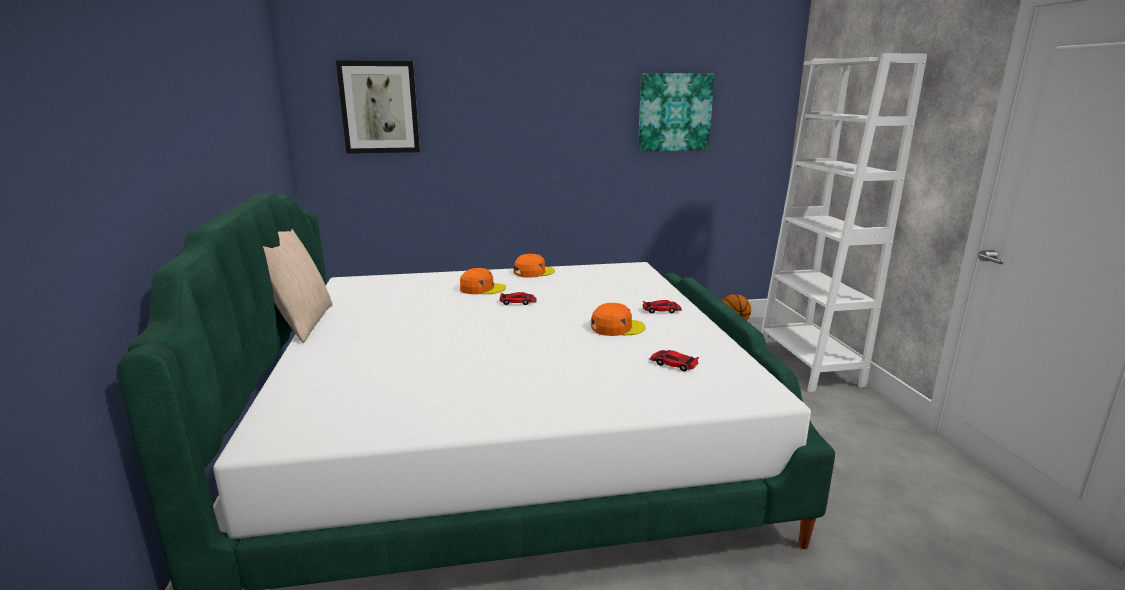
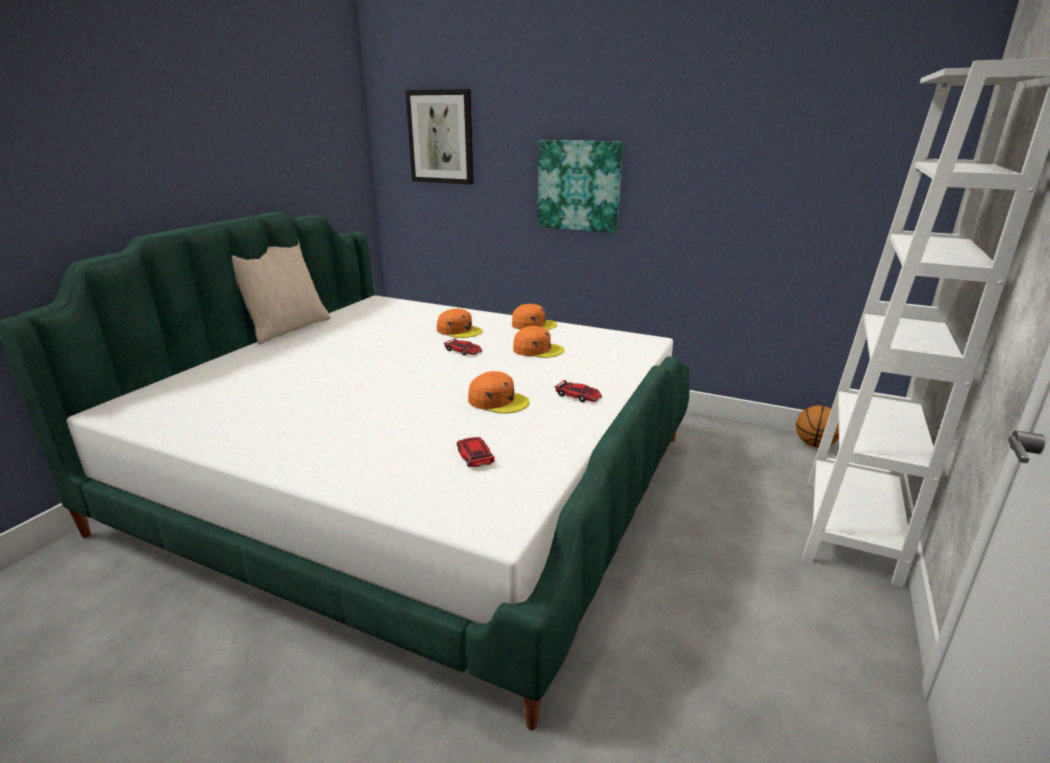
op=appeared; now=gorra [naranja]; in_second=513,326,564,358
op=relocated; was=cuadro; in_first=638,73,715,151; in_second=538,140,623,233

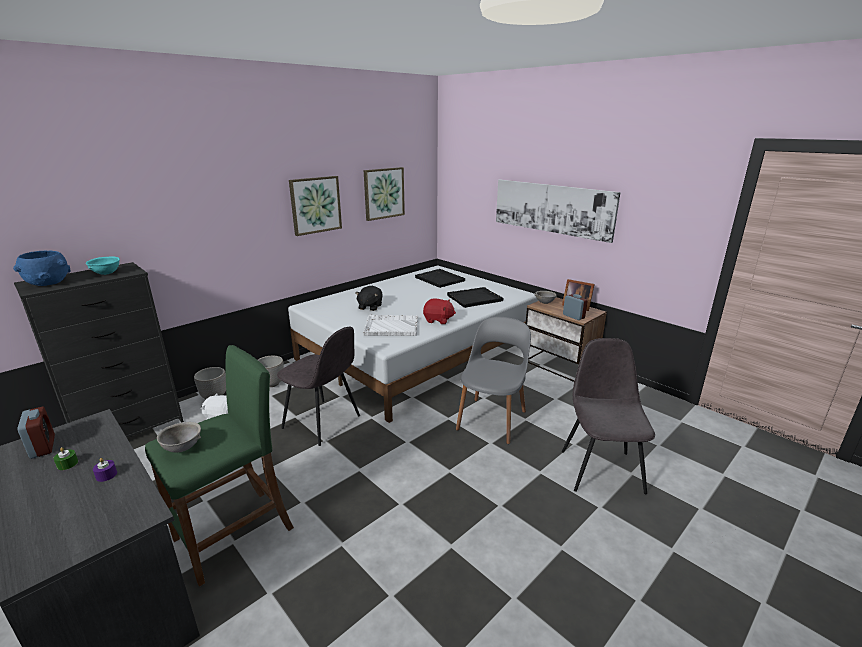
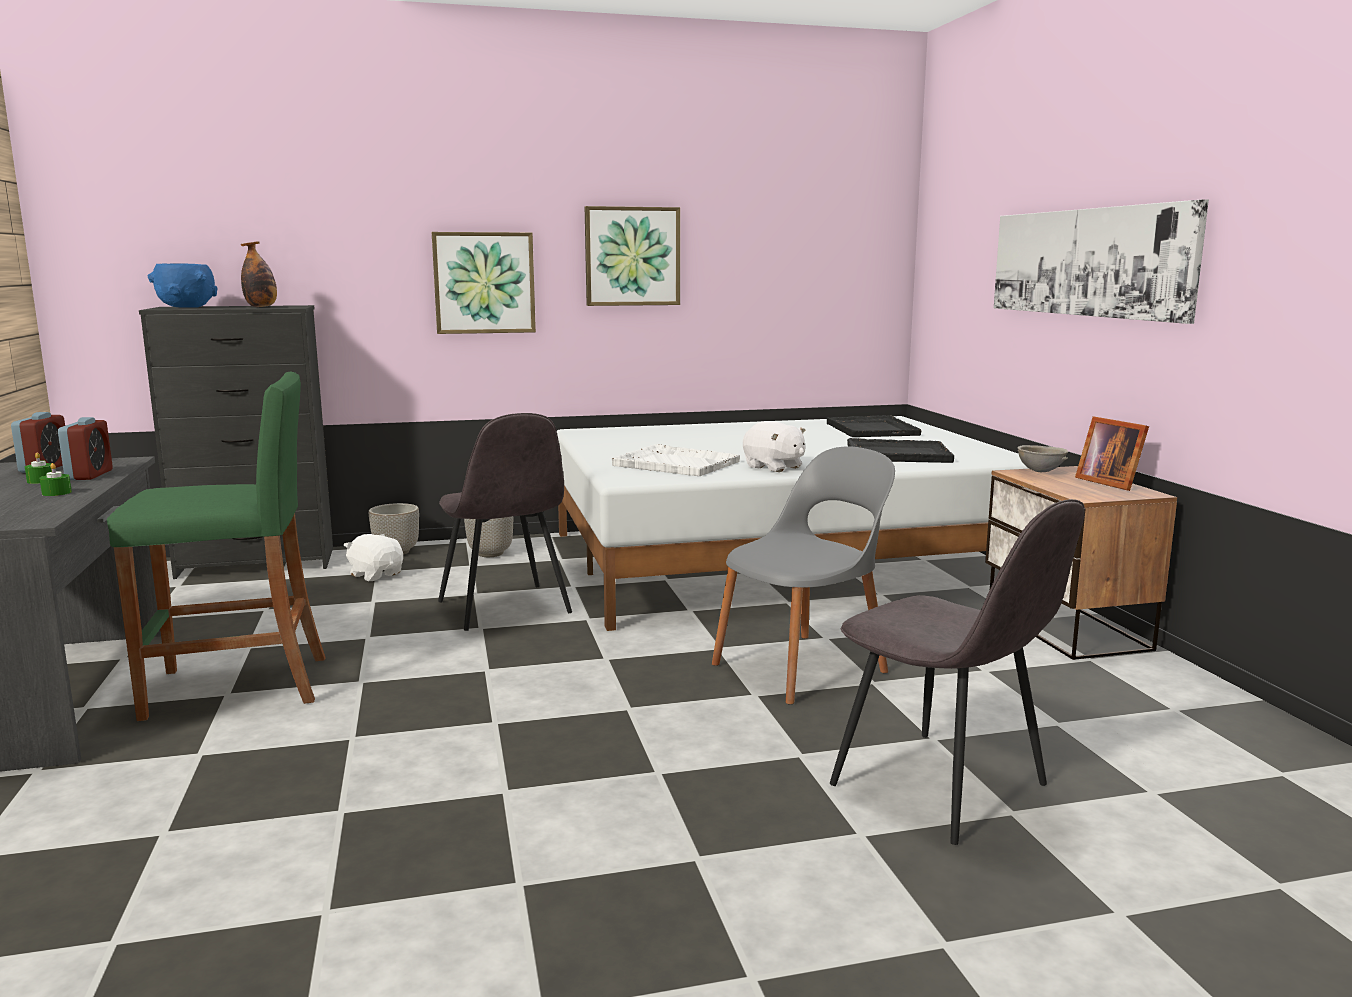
op=colour; was=vela [morado]; now=vela [verde]; in_first=93,458,117,482; in_second=40,463,72,496
op=relocated; was=despertador; in_first=563,294,587,320; in_second=58,417,113,480
op=exchanged; was=cuenco [turquesa]; now=botella; in_first=86,256,120,275; in_second=241,241,277,307
op=relocated; was=cuadro; in_first=364,167,405,221; in_second=432,232,536,334
op=colour; was=peluche [rojo]; now=peluche [blanco]; in_first=423,299,456,324; in_second=743,421,805,472
op=spun; was=silla [gris]; in_first=562,338,655,494; in_second=830,499,1085,845; clockwise=105
op=missing; was=cuenco [gris]; in_first=157,422,201,453
op=missing; was=peluche [negro]; in_first=355,286,383,311

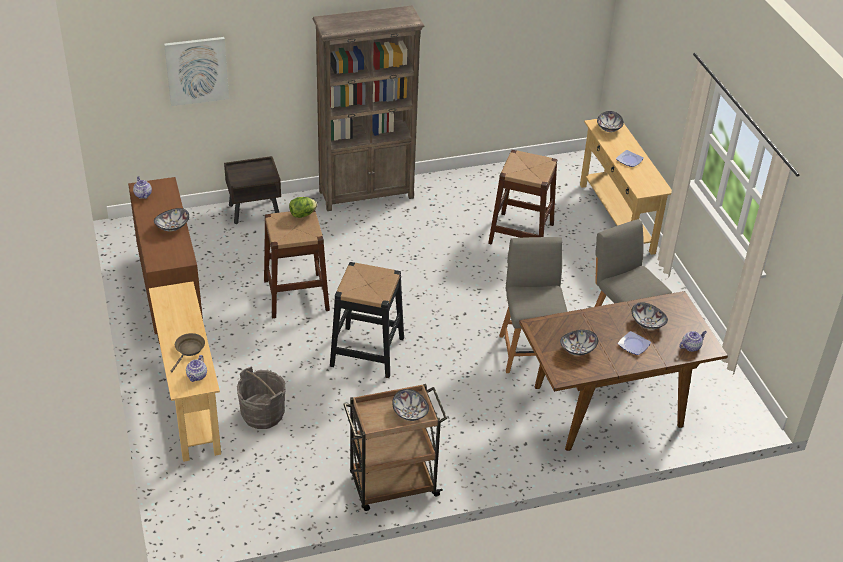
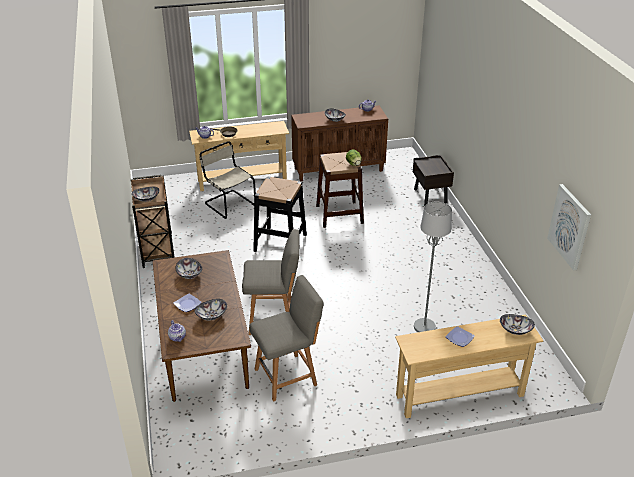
op=exchanged; was=cubo [gris]; now=silla [beis]; in_first=237,366,286,429; in_second=199,141,256,219
op=exchanged; was=taburete [marrón]; now=lámpara de pie [gris]; in_first=488,150,557,244; in_second=414,202,452,332
op=relocated; was=cuadro; in_first=164,37,229,106; in_second=547,184,591,271
op=missing; was=estantería [marrón]; in_first=313,6,424,211

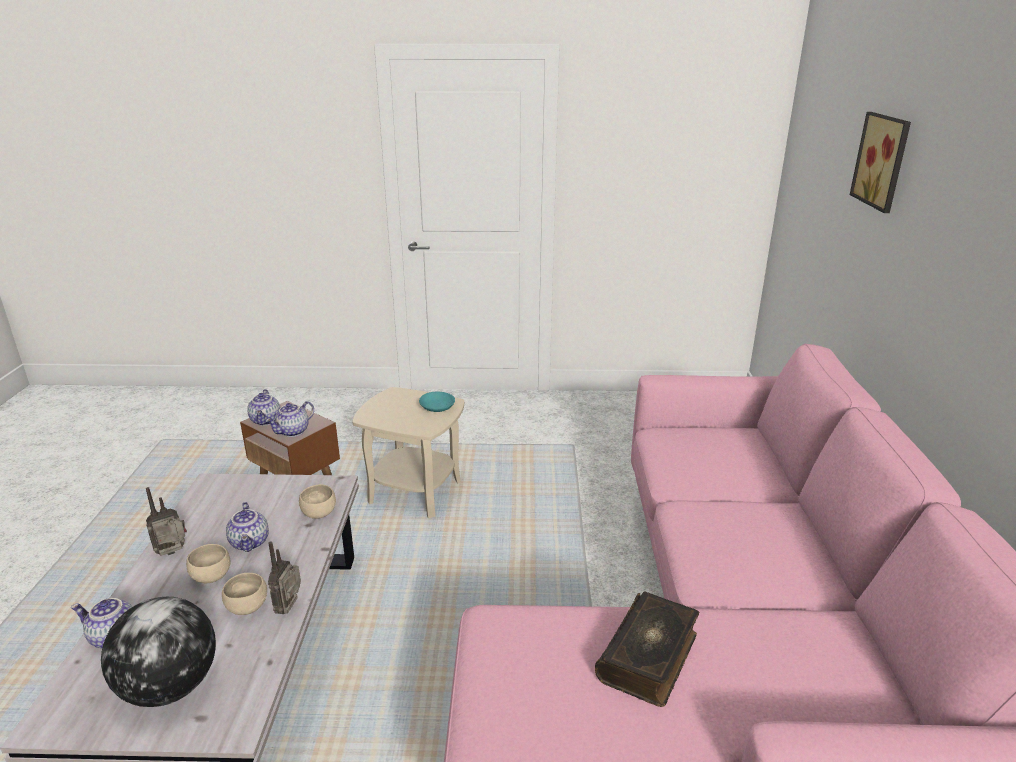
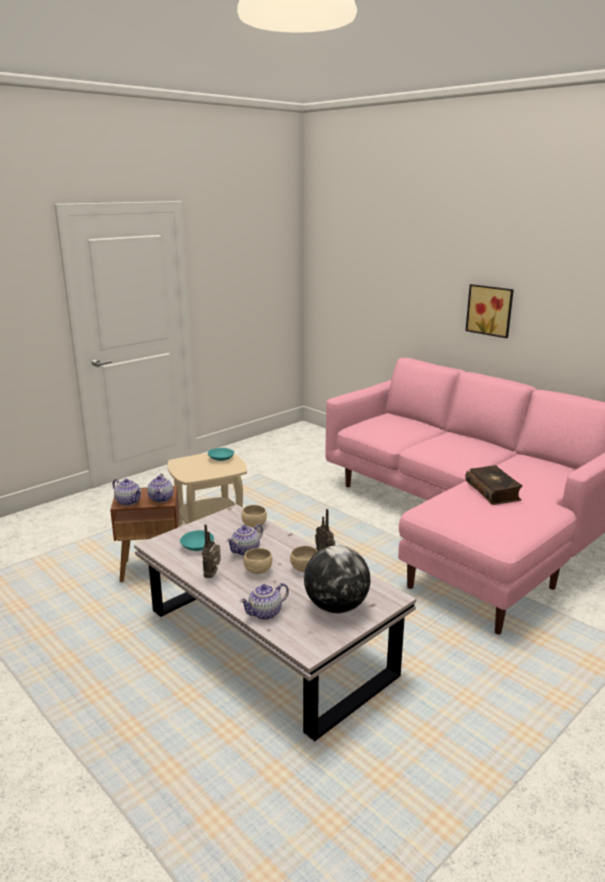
op=appeared; now=cuenco [turquesa]; in_second=180,530,214,551
op=spun; was=tetera; in_first=226,502,269,552; in_second=226,524,263,556; clockwise=105
op=relocated; was=cuadro; in_first=850,112,911,213; in_second=465,284,514,338

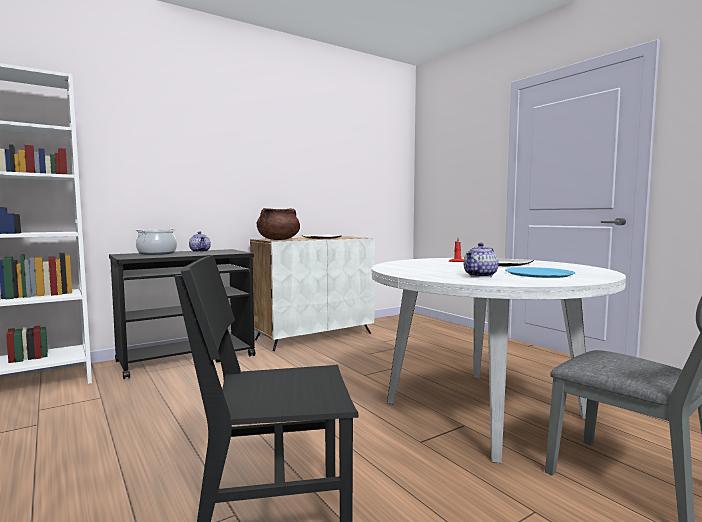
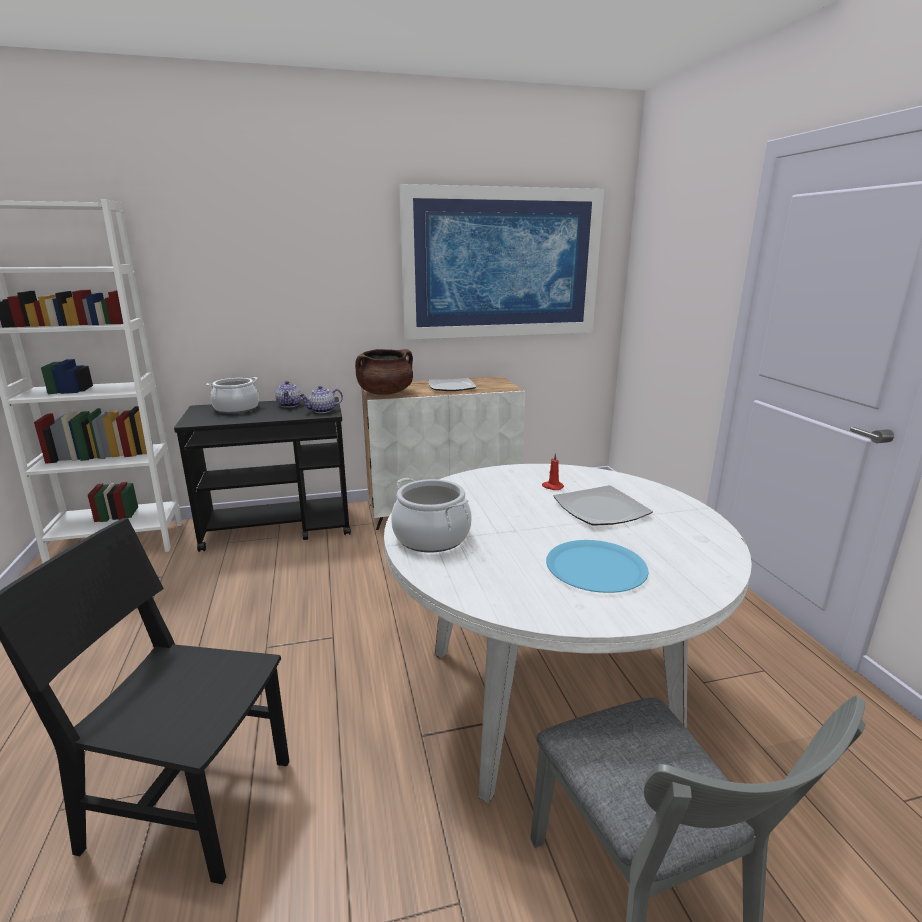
op=relocated; was=tetera; in_first=463,243,499,277; in_second=299,386,343,413
op=appeared; now=olla; in_second=391,478,472,553
op=appeared; now=cuadro; in_second=399,184,604,340

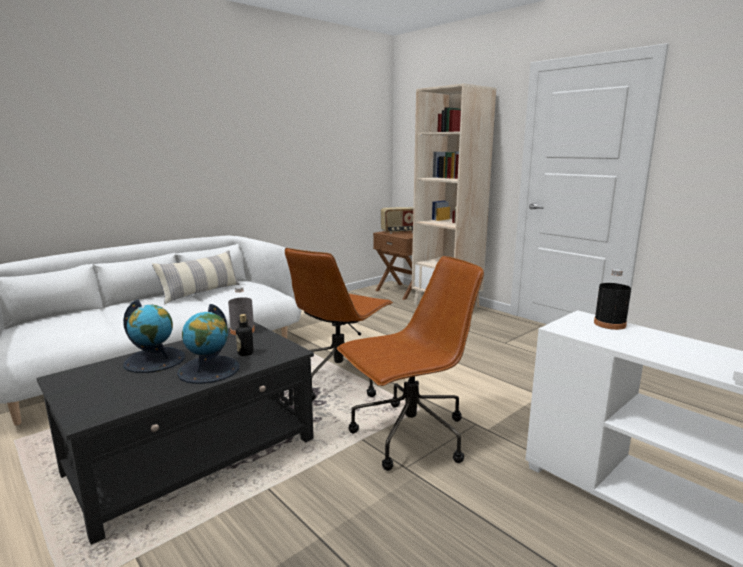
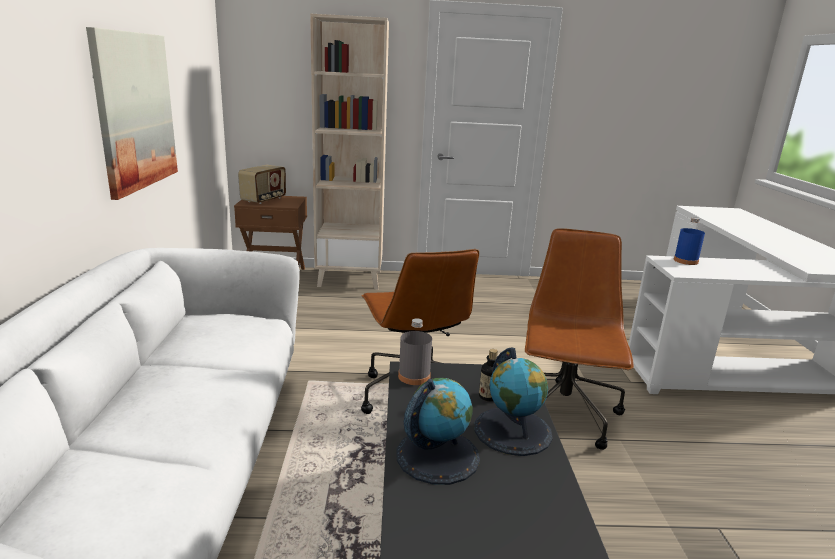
op=appeared; now=cuadro; in_second=86,27,178,200
op=colour; was=botella [negro]; now=botella [azul]; in_first=594,269,631,330; in_second=674,217,705,265
op=missing; was=cojín; in_first=152,250,240,304

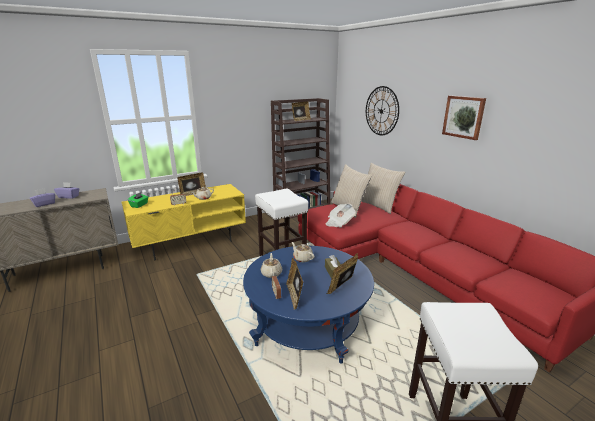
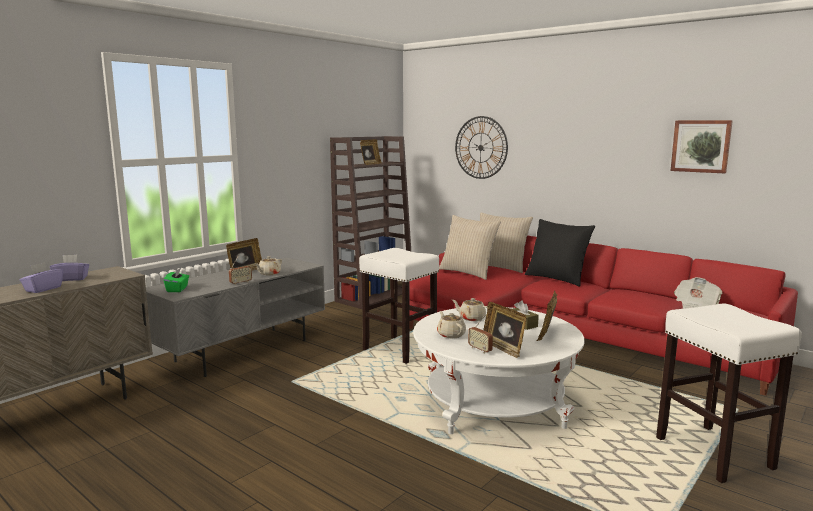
op=colour; was=mueble de televisión [amarillo]; now=mueble de televisión [gris]; in_first=122,184,246,260; in_second=146,257,325,377
op=colour; was=mesa de centro [azul]; now=mesa de centro [blanco]; in_first=243,246,374,364; in_second=413,307,585,434
op=appeared; now=cojín [negro]; in_second=525,219,595,287
op=relocated; was=cuadro; in_first=442,95,486,140; in_second=671,120,733,173
op=relocated; was=periódico; in_first=326,203,356,227; in_second=674,277,723,309

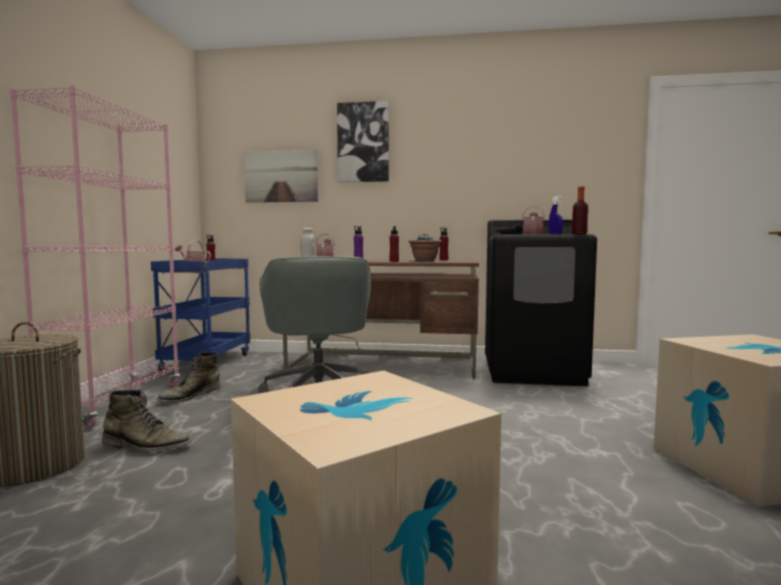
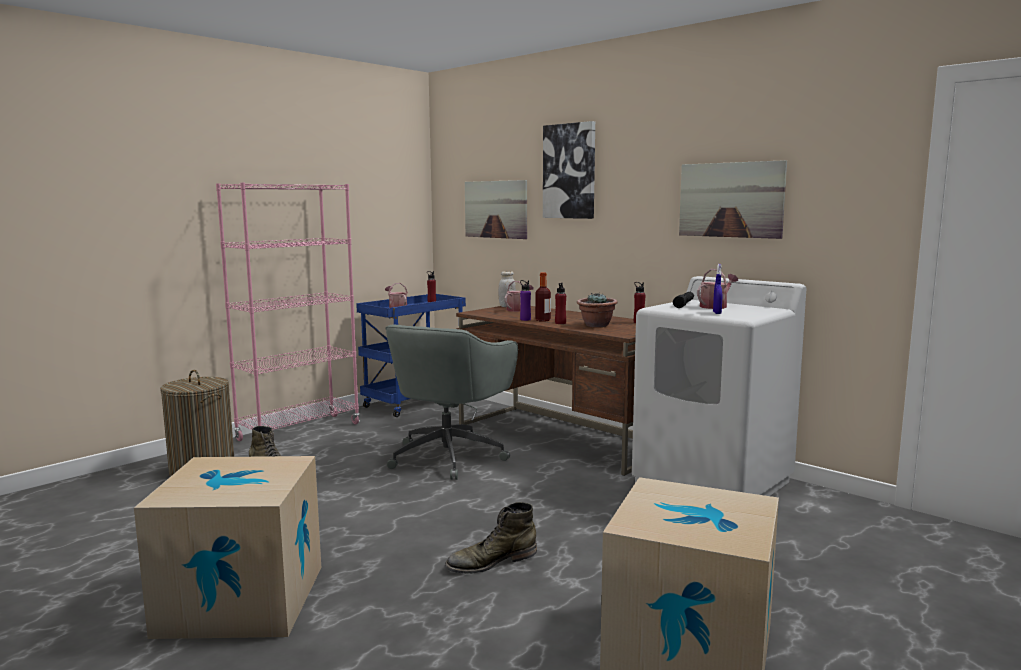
op=relocated; was=bota [verde]; in_first=156,352,220,403; in_second=445,502,537,574
op=relocated; was=botella; in_first=572,186,588,234; in_second=535,272,551,322
op=colour; was=lavadora [negro]; now=lavadora [blanco]; in_first=485,219,597,386; in_second=632,276,806,496
op=appeared; now=cuadro; in_second=679,160,787,239

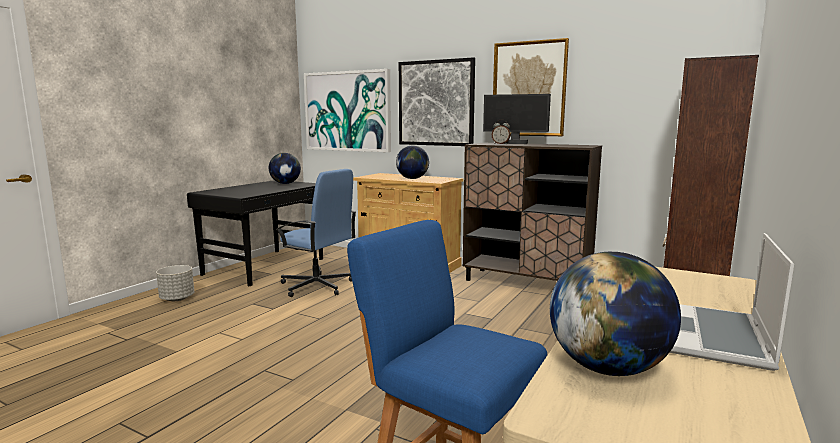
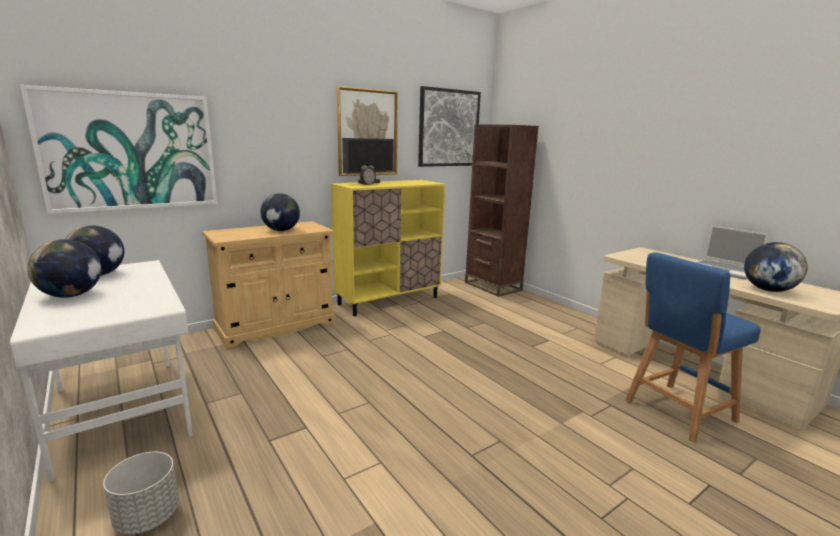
op=colour; was=escritorio [negro]; now=escritorio [blanco]; in_first=187,180,323,286; in_second=10,260,193,482
op=appeared; now=globo terráqueo; in_second=27,239,101,298
op=colour; was=armario [marrón]; now=armario [amarillo]; in_first=463,143,602,281; in_second=331,180,445,316
op=relocated; was=cuadro; in_first=399,57,475,146; in_second=418,86,481,167
op=missing; was=silla de oficina [azul]; in_first=276,169,356,297

